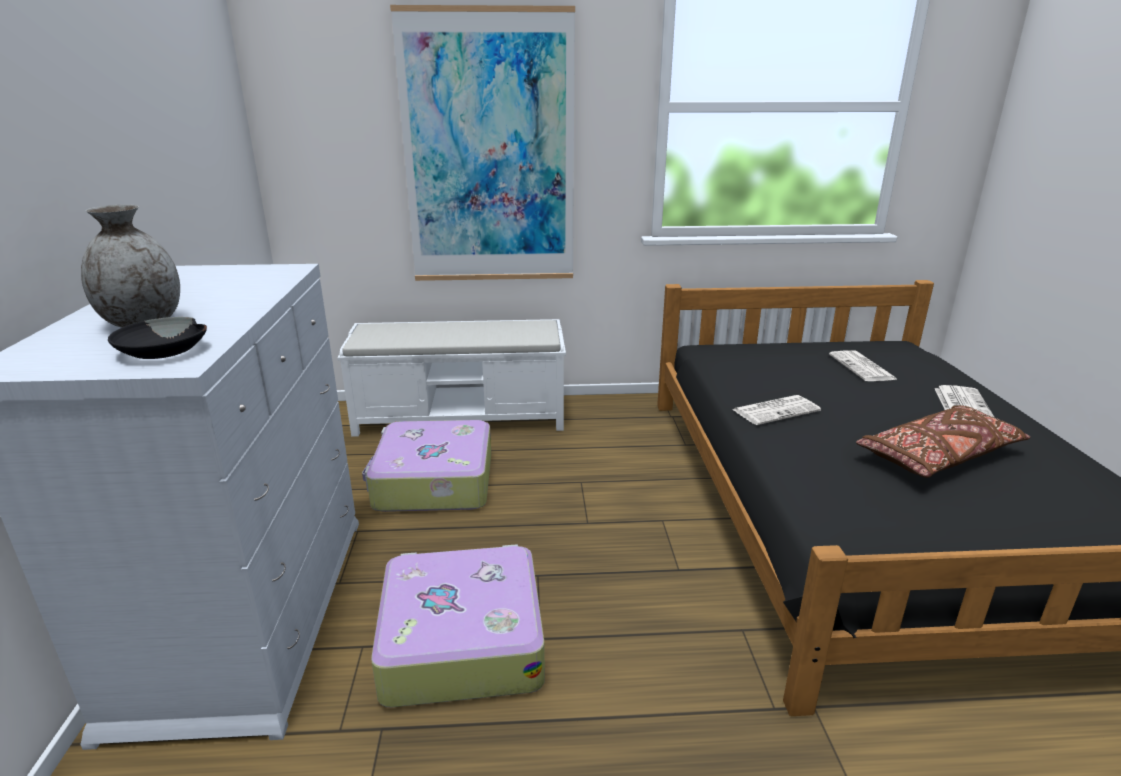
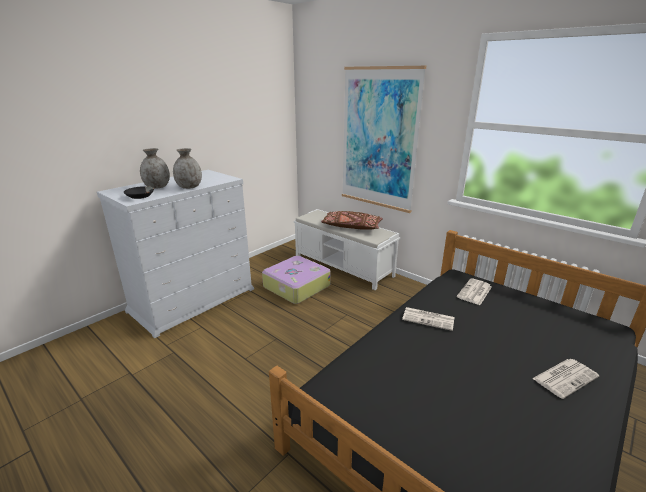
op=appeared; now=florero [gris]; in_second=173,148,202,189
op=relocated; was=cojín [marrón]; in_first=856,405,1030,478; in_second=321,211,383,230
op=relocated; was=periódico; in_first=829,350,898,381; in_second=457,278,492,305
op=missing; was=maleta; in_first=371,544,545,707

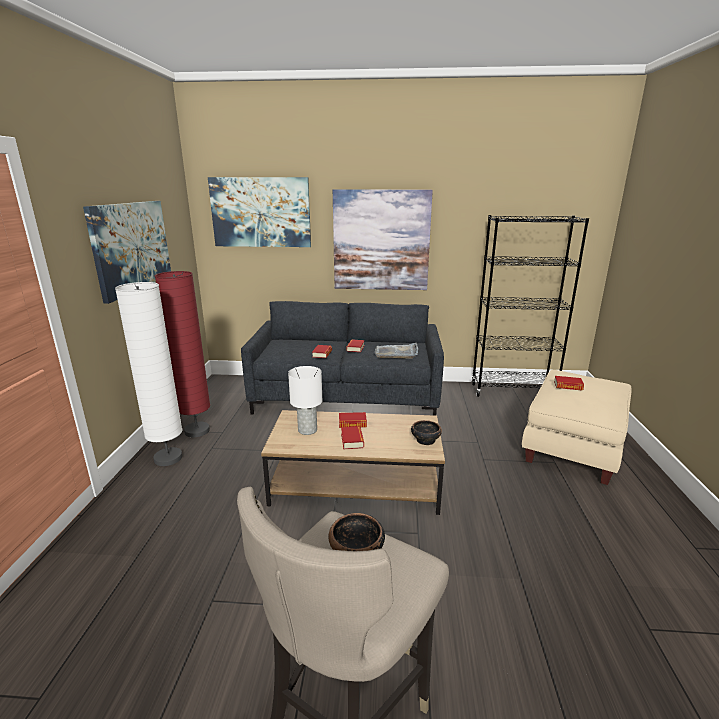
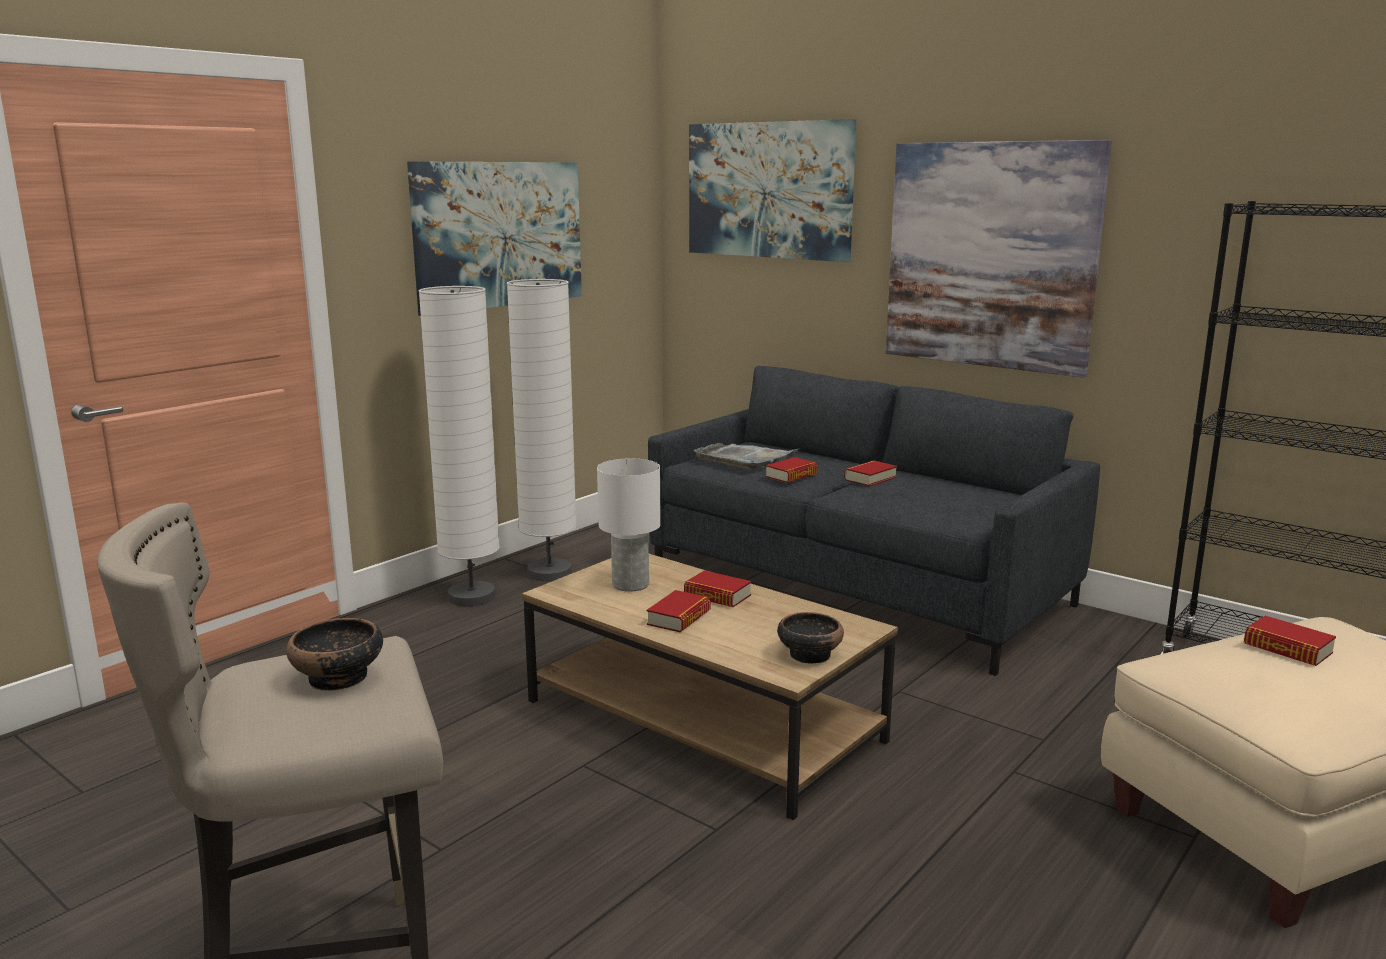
op=colour; was=lámpara de pie [rojo]; now=lámpara de pie [blanco]; in_first=155,271,210,437; in_second=507,279,577,581
op=relocated; was=bandeja [gris]; in_first=375,343,418,359; in_second=693,443,798,469

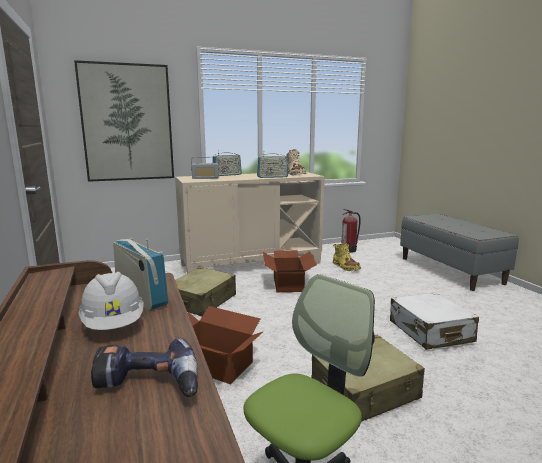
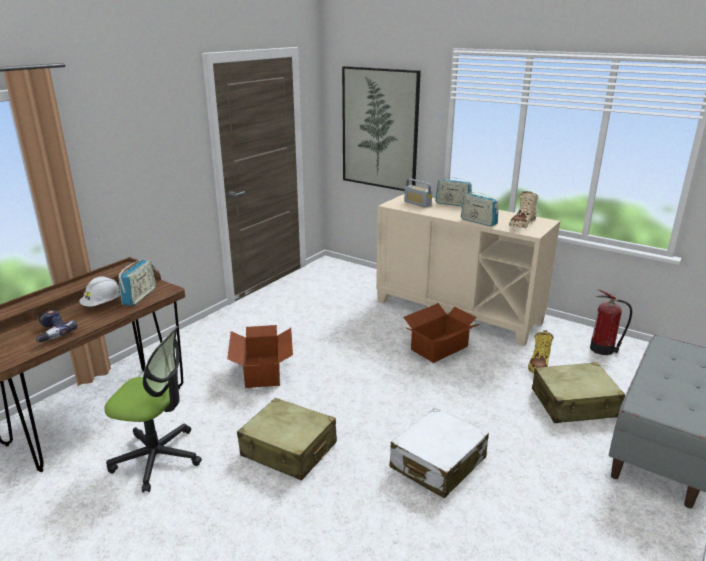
op=relocated; was=maleta [beis]; in_first=175,267,236,317; in_second=532,362,625,423

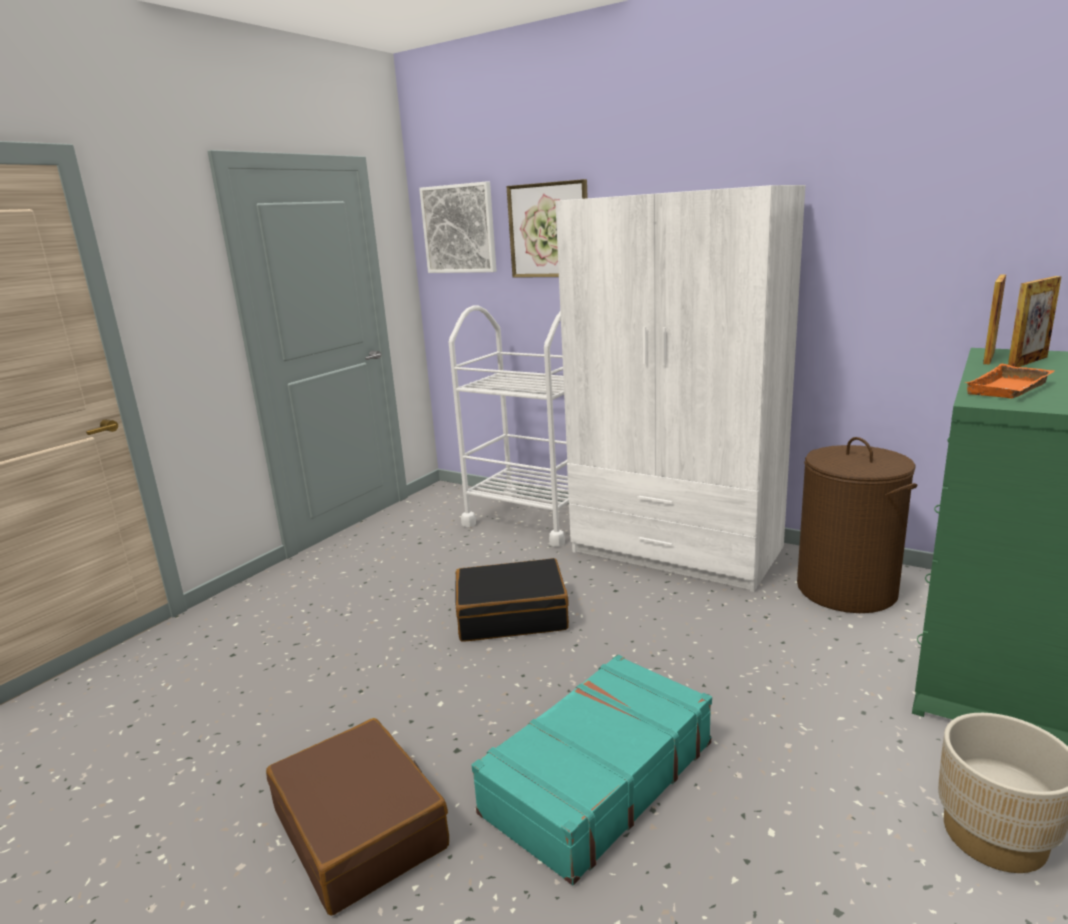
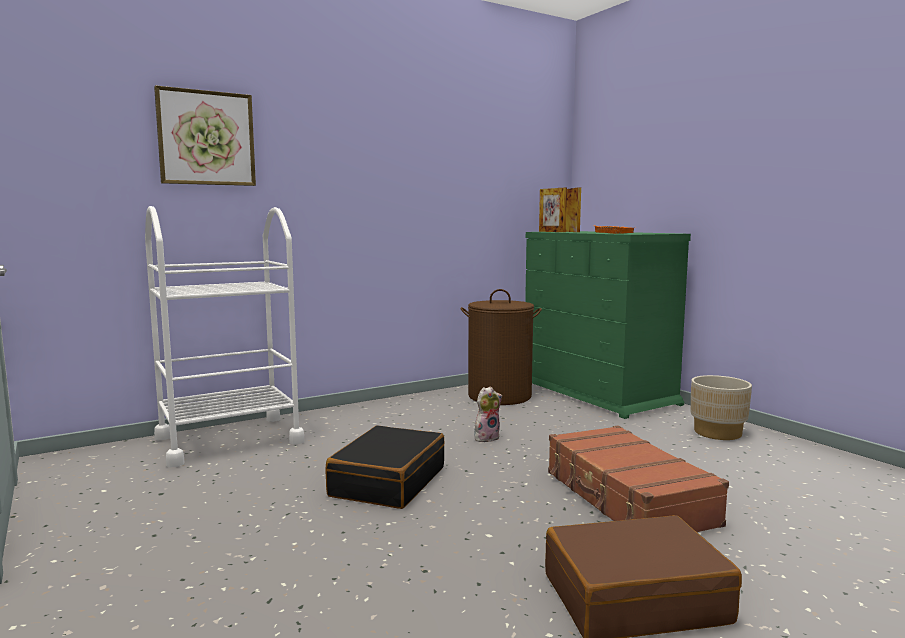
op=appeared; now=peluche; in_second=475,386,502,442
op=colour; was=maleta [turquesa]; now=maleta [marrón]; in_first=472,654,712,885; in_second=548,425,729,532
op=missing; was=cuadro; in_first=419,182,497,273
op=missing; was=armario ropero [blanco]; in_first=555,185,805,592

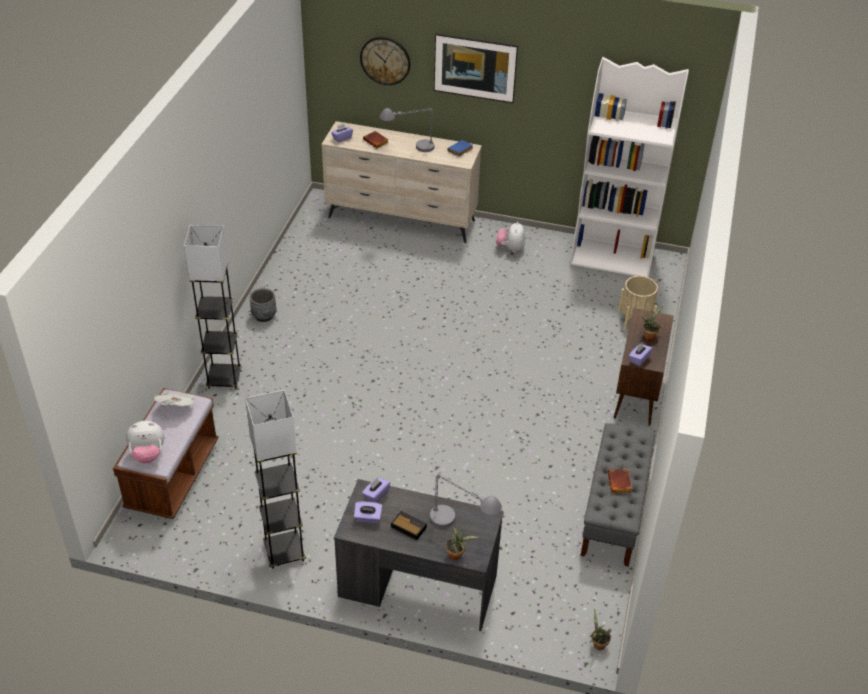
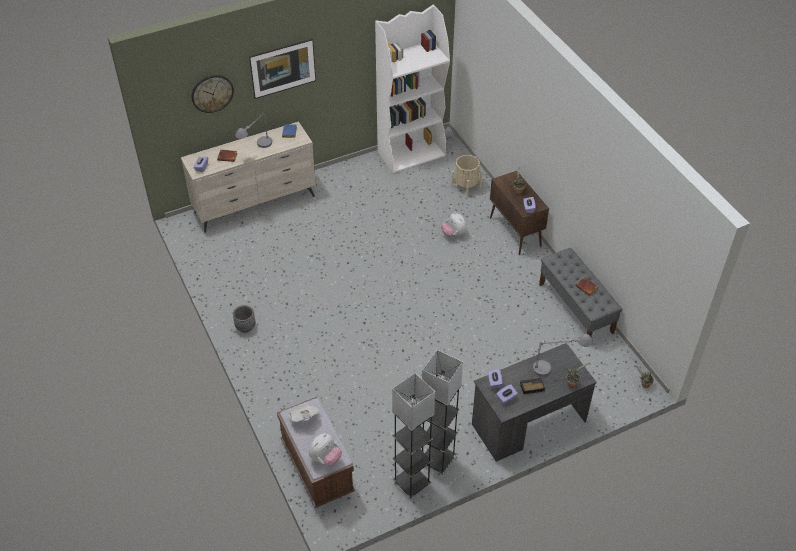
op=relocated; was=lámpara de pie [gris]; in_first=184,225,242,389; in_second=392,373,435,499
op=relocated; was=peluche; in_first=496,222,525,253; in_second=441,212,467,237

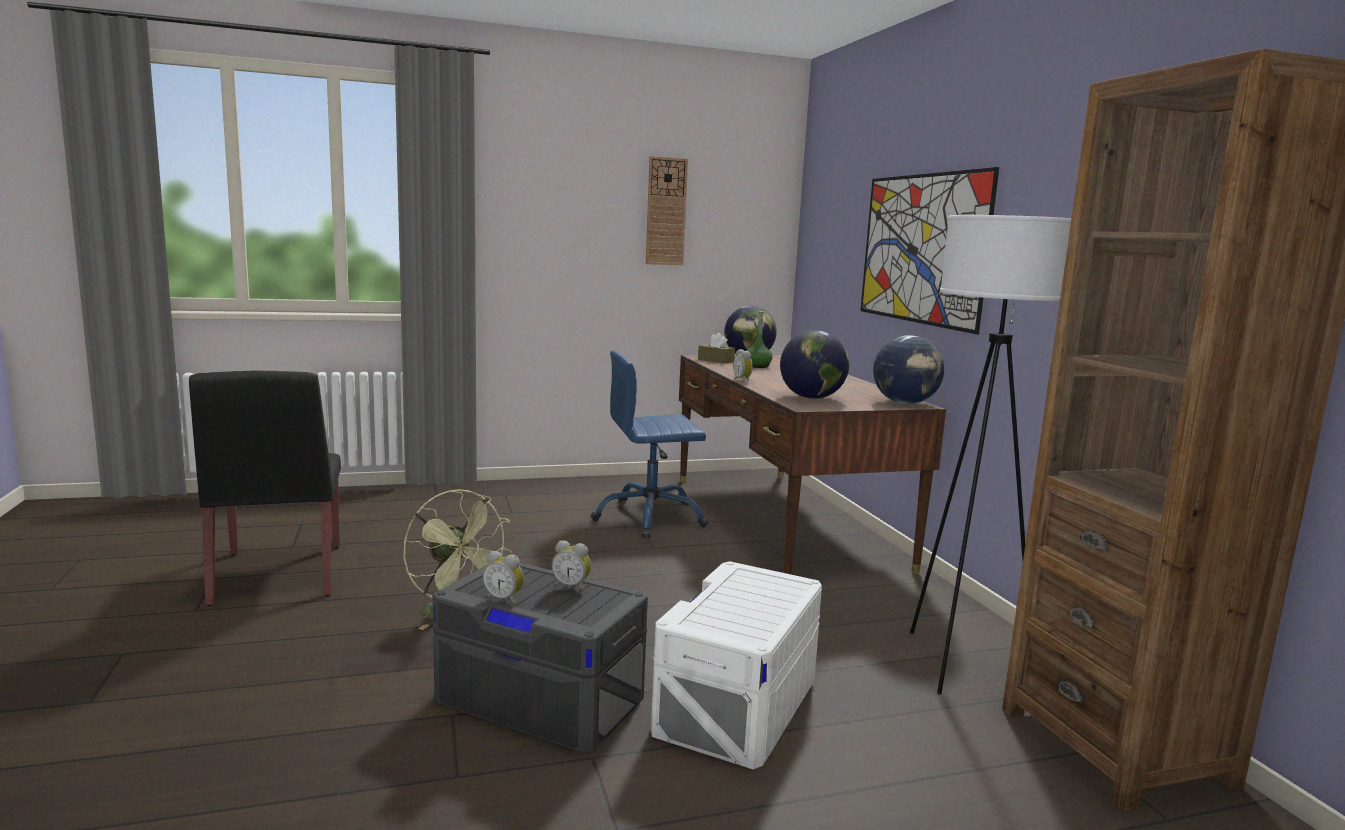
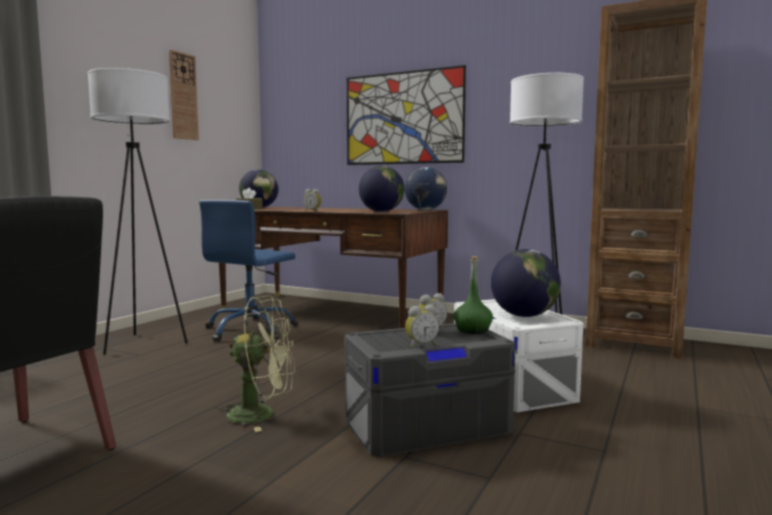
op=appeared; now=lámpara de pie [blanco]; in_second=88,68,188,355
op=relocated; was=botella [verde]; in_first=746,311,773,368; in_second=454,256,493,334
op=appeared; now=globo terráqueo; in_second=491,249,561,317

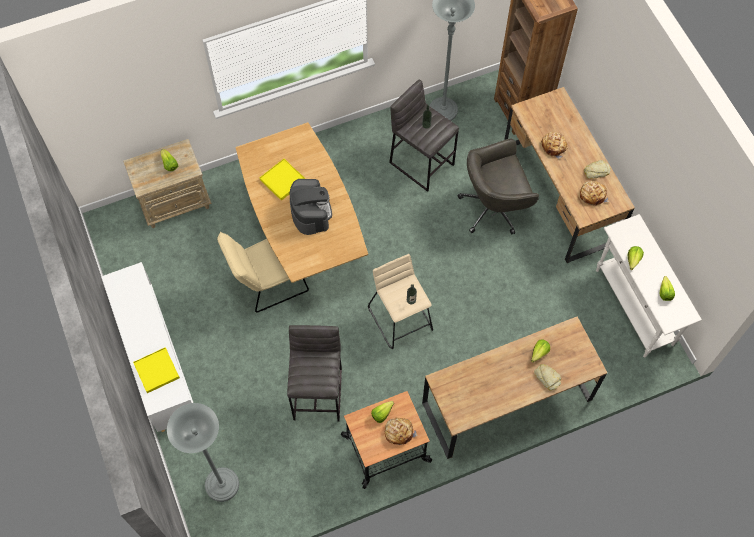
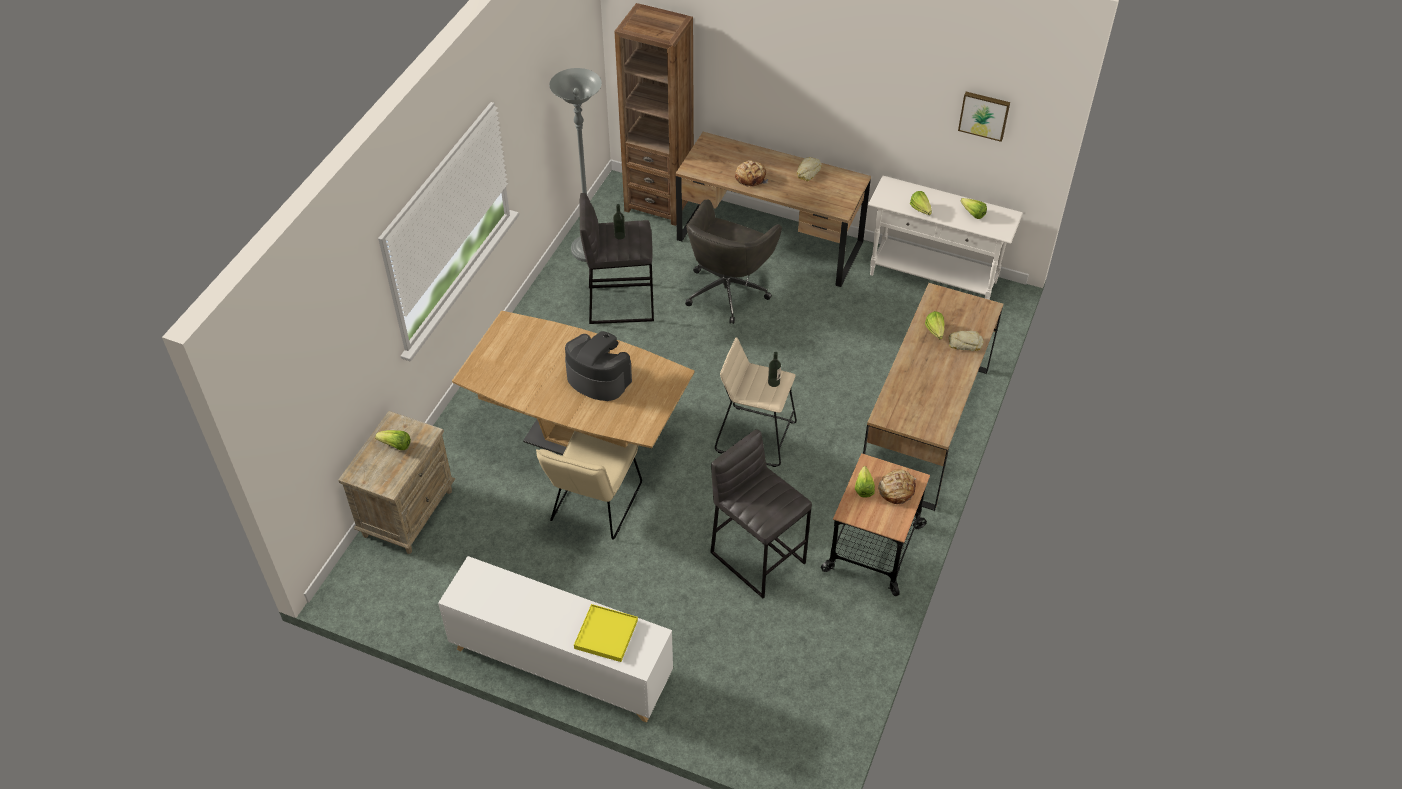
op=appeared; now=cuadro; in_second=958,92,1010,142
op=missing; was=lámpara de pie [gris]; in_first=167,403,239,502
op=missing; was=bandeja [amarillo]; in_first=259,159,305,201
op=missing; was=pan; in_first=580,181,609,206

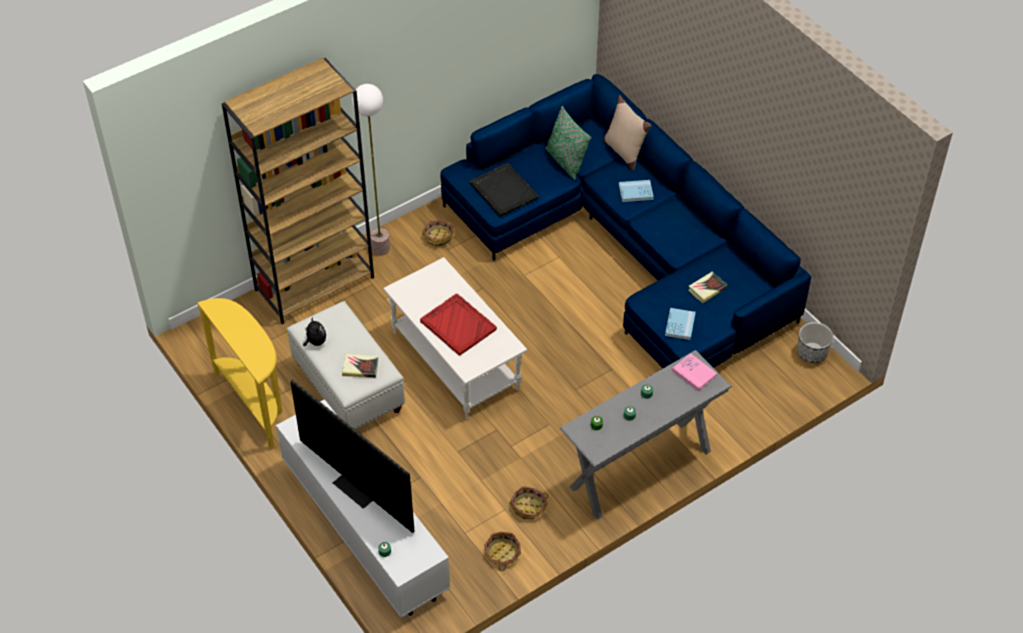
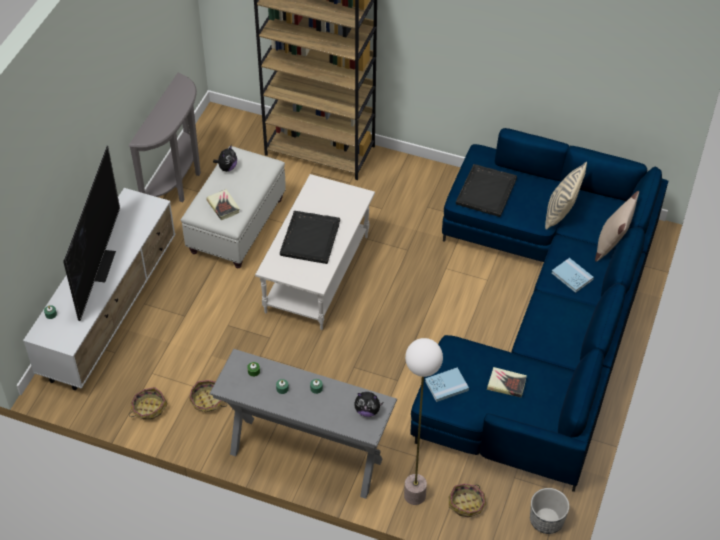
op=colour; was=mesa consola [amarillo]; now=mesa consola [gris]; in_first=197,298,283,449; in_second=129,73,201,202
op=colour; was=bandeja [rojo]; now=bandeja [negro]; in_first=420,294,497,356; in_second=280,211,340,264
op=exchanged; was=libro [rosa]; now=peluche; in_first=672,353,717,391; in_second=354,392,383,417
op=relocated; was=lámpara de pie; in_first=352,84,390,256; in_second=404,338,443,505
op=relocated; was=cesta; in_first=422,220,454,247; in_second=449,484,486,518
op=colour; was=cojín [verde]; now=cojín [beis]; in_first=545,106,591,180; in_second=545,162,587,230

